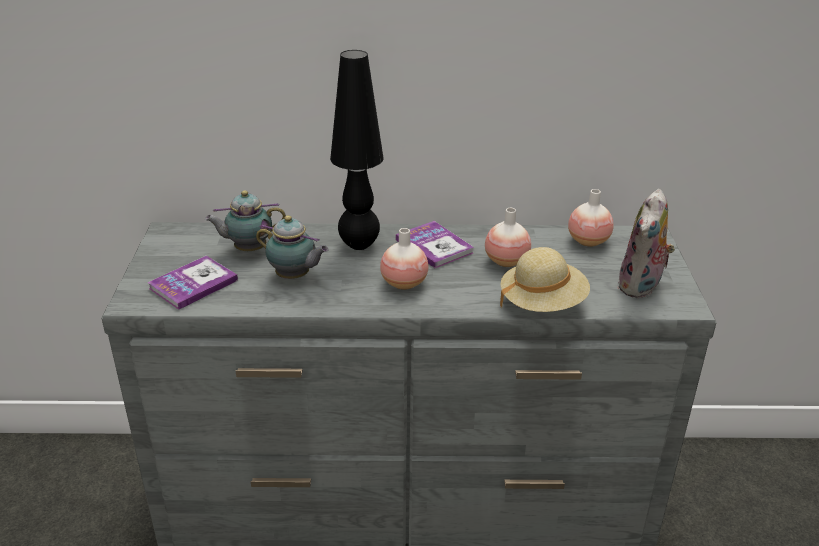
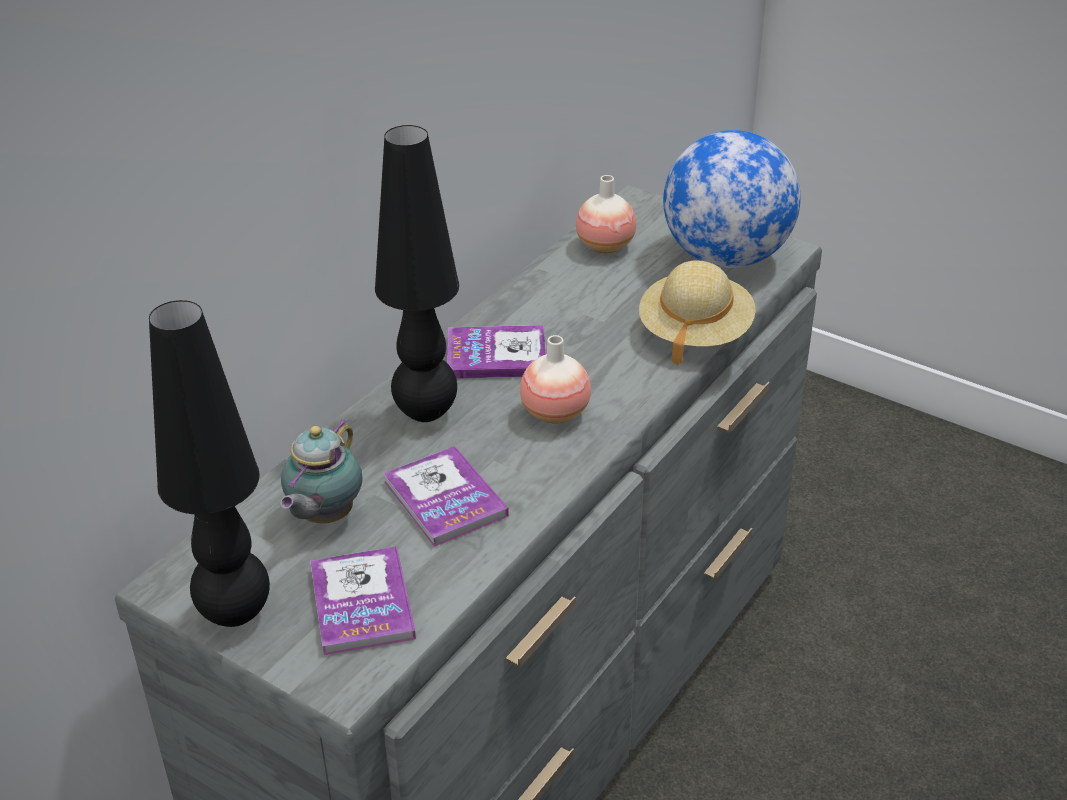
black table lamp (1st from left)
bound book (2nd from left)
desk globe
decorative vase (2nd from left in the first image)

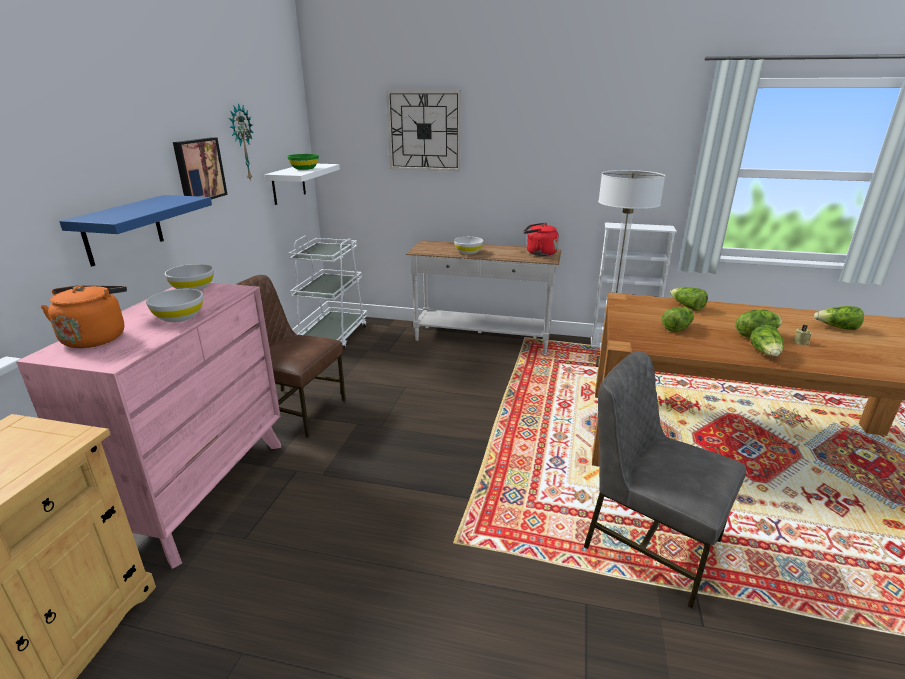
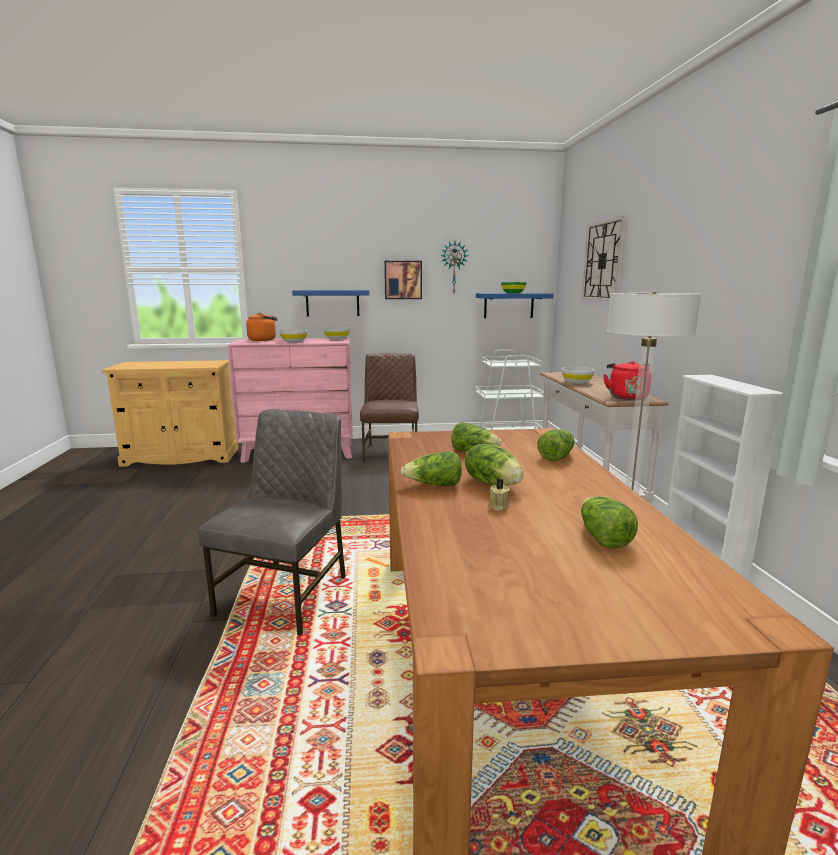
bluish shelf (2nd from left)

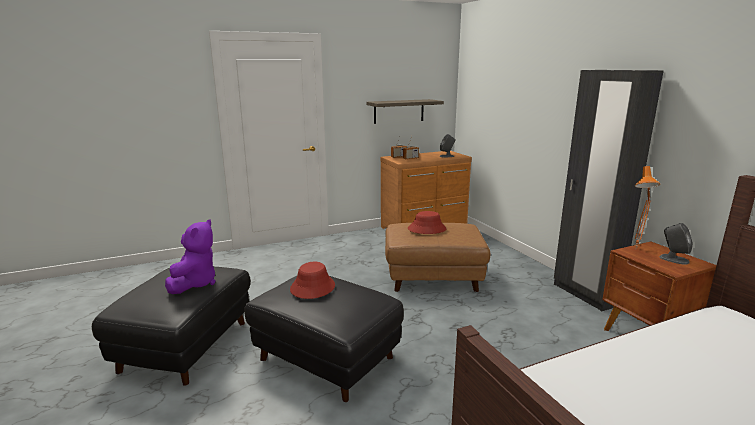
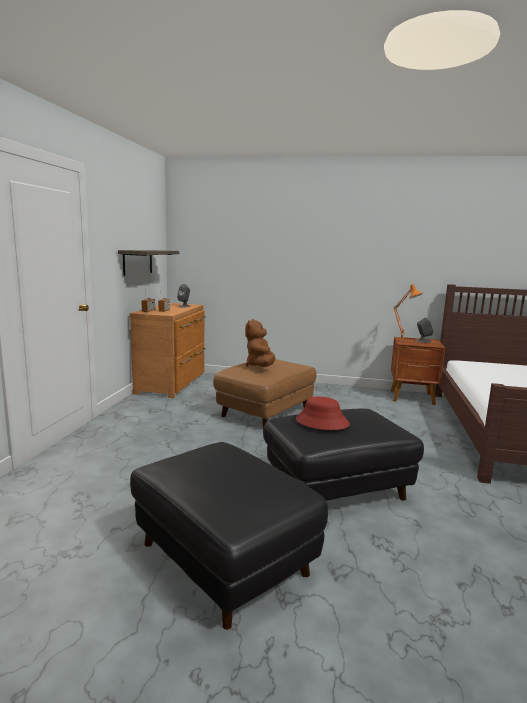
brownish soft toy
purplish soft toy
black wardrobe

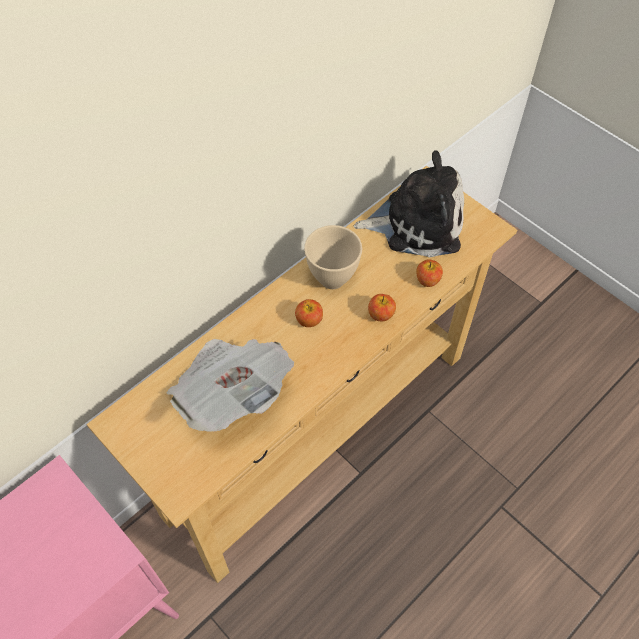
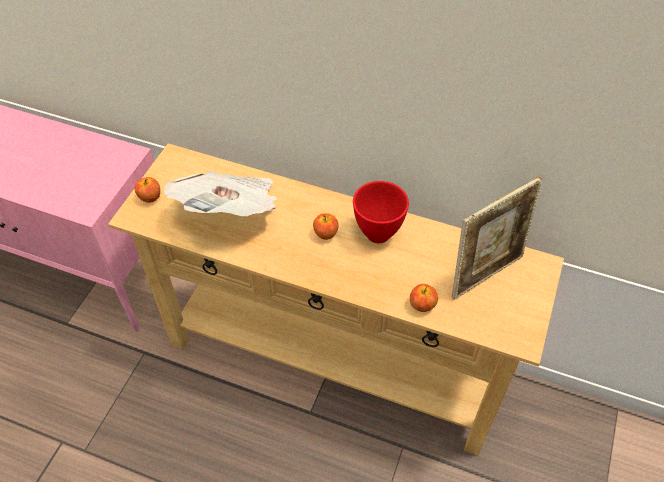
apple fruit (1st from left)
red-coloured bowl
photo frame

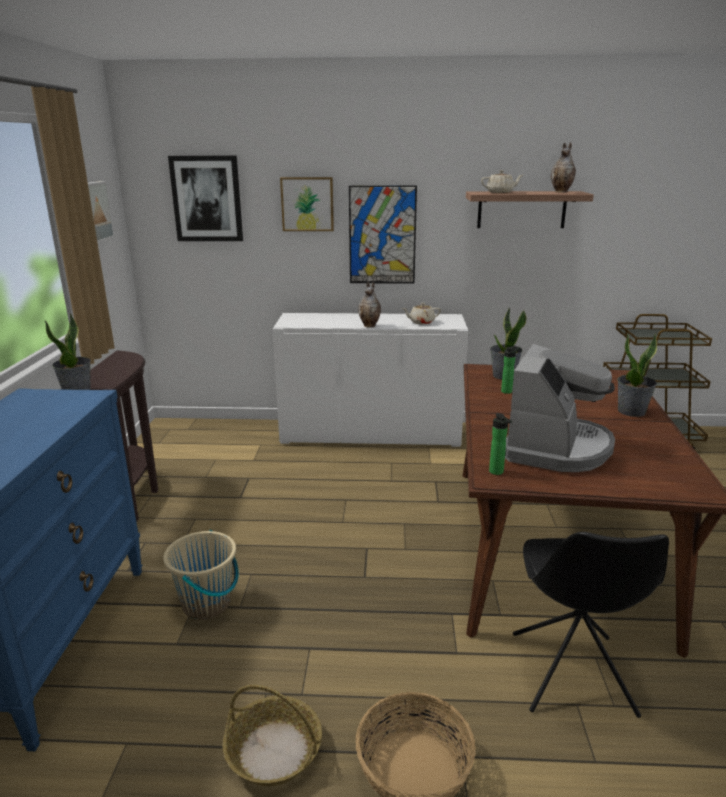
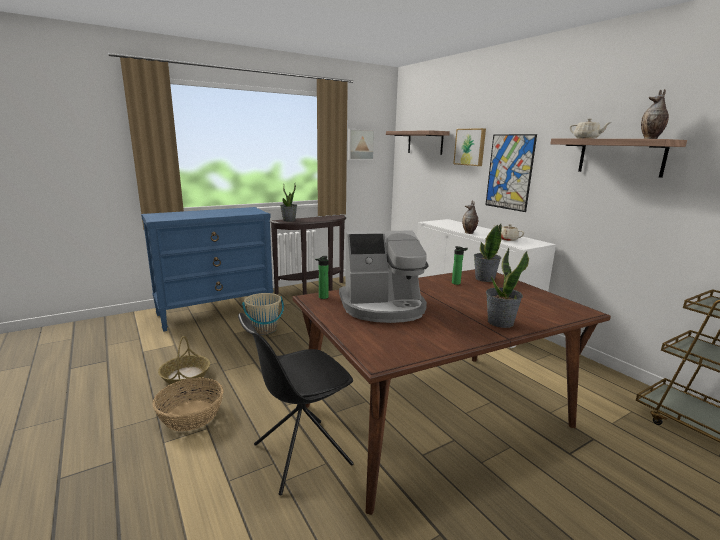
shelf (1st from left)

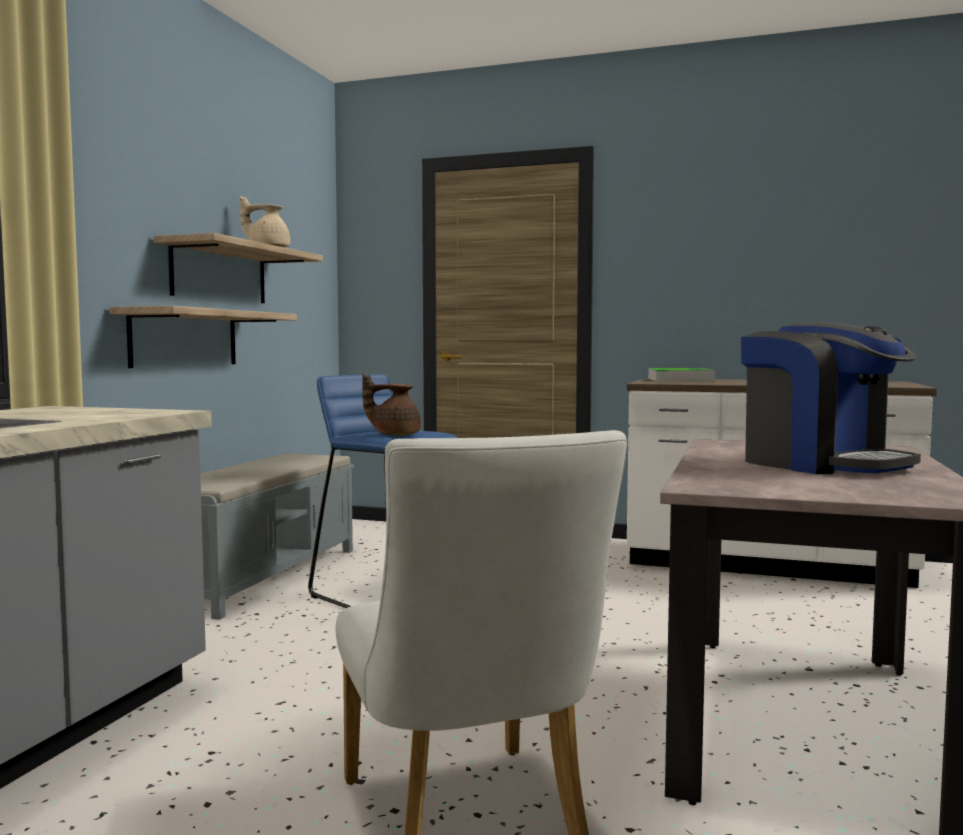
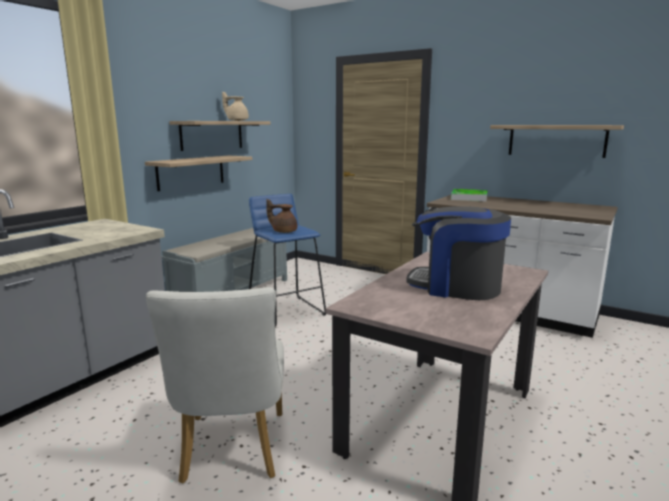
coffee brewer
shelf (3rd from left)

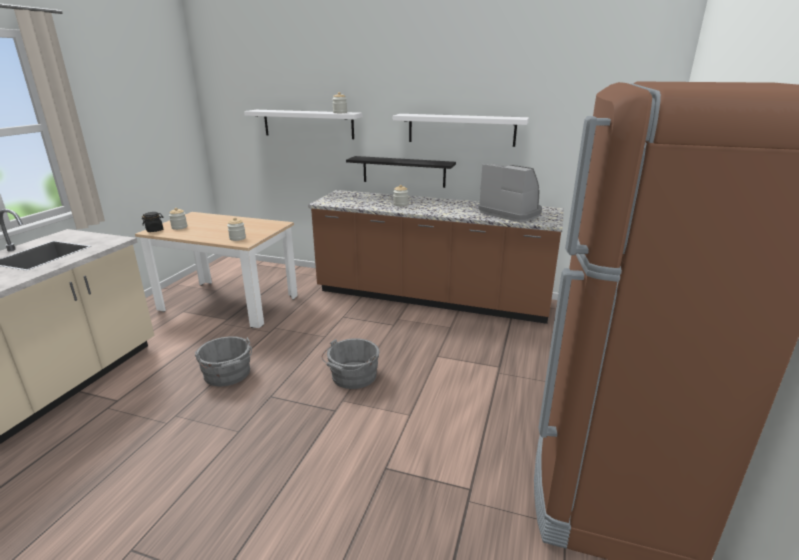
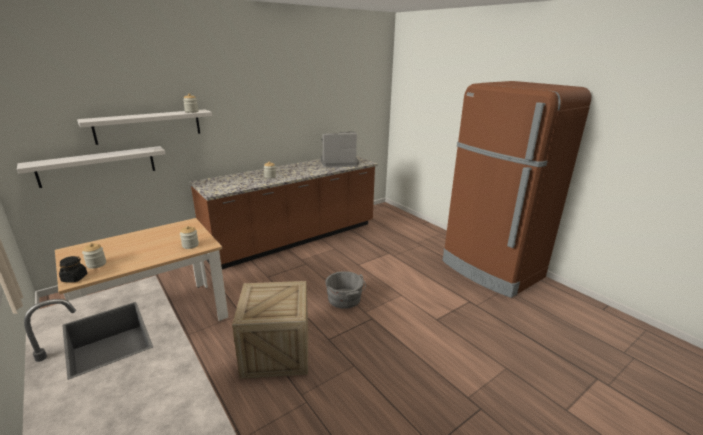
whitish shelf (1st from left)
crate
black shelf

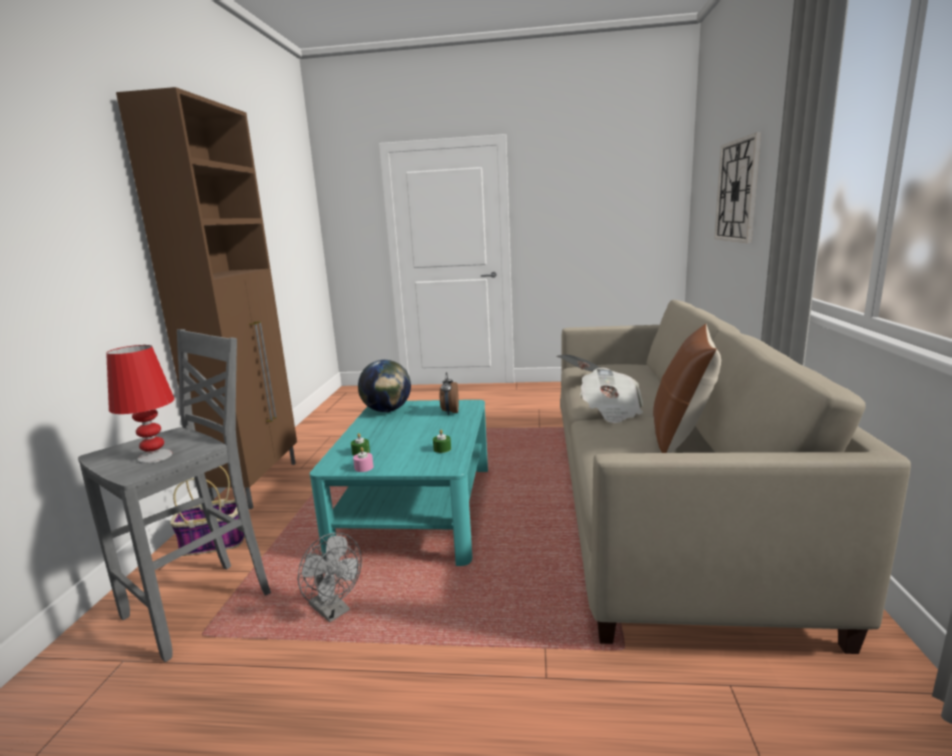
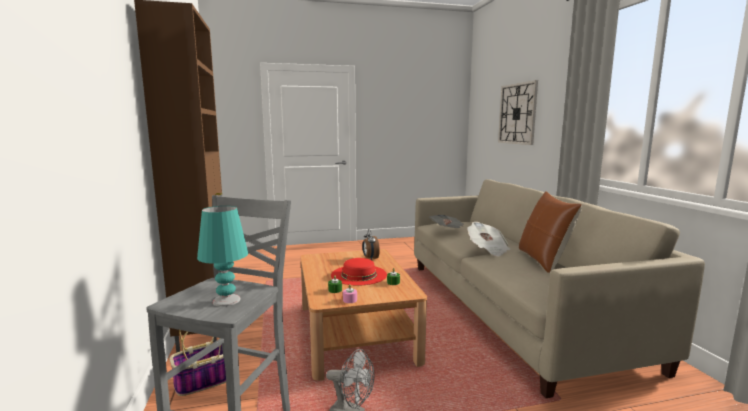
turquoise-coloured table lamp
brownish low table
red-coloured wearable hat
desk globe

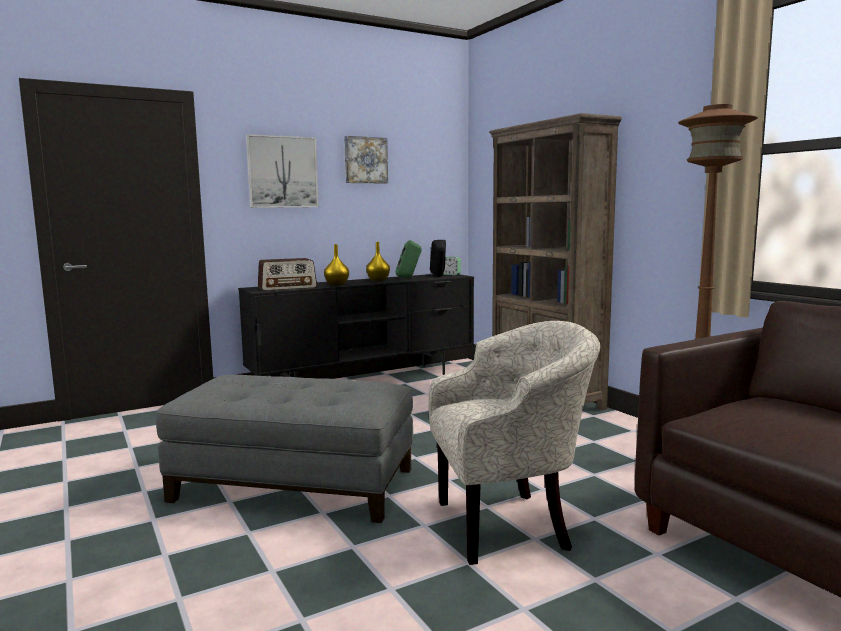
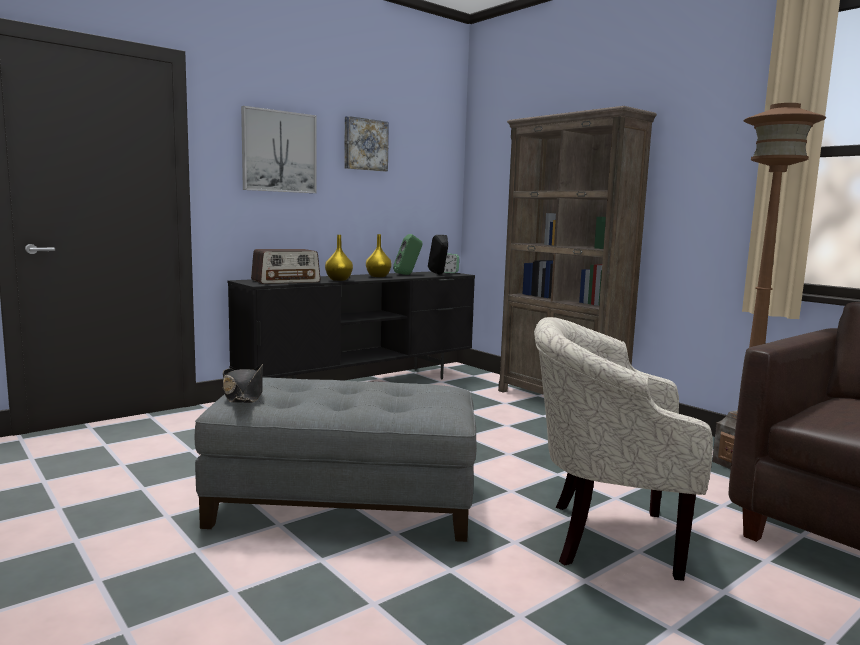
black wearable hat
sand-coloured easy chair

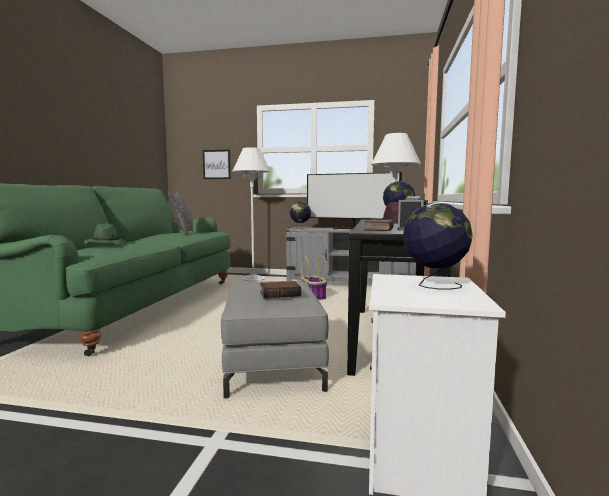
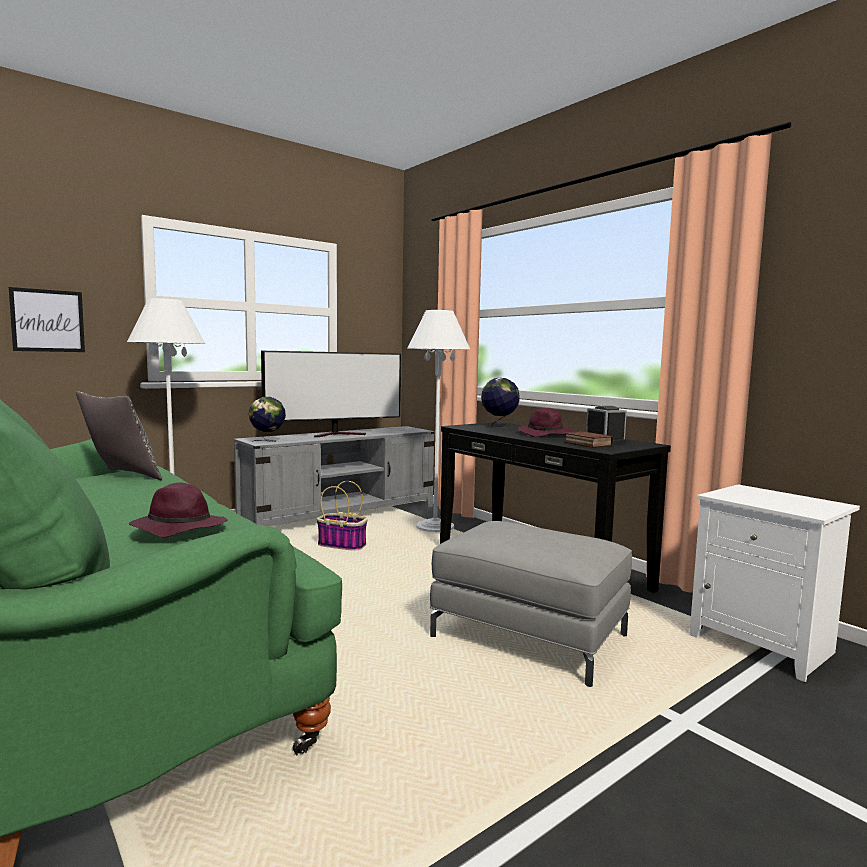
purplish wearable hat (1st from left)
bound book (1st from left in the first image)
desk globe (3rd from left in the first image)

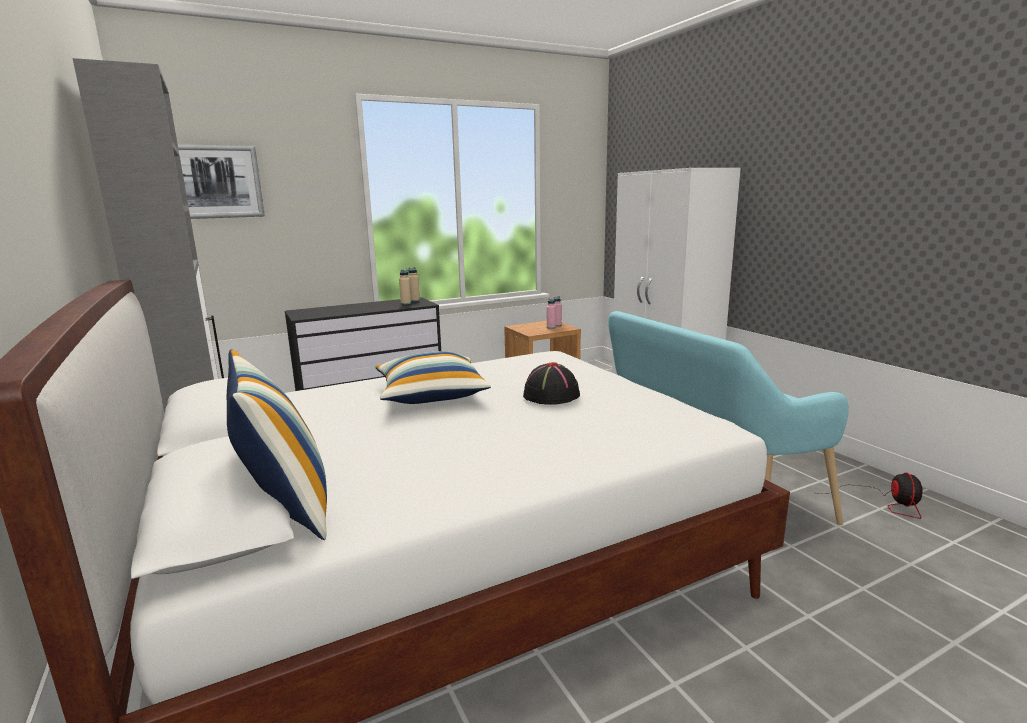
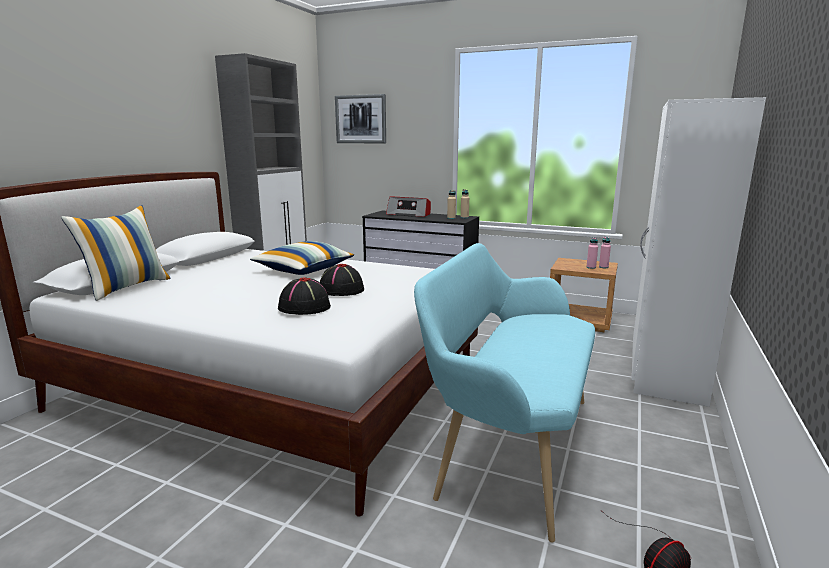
black wearable hat (1st from left)
radio set

